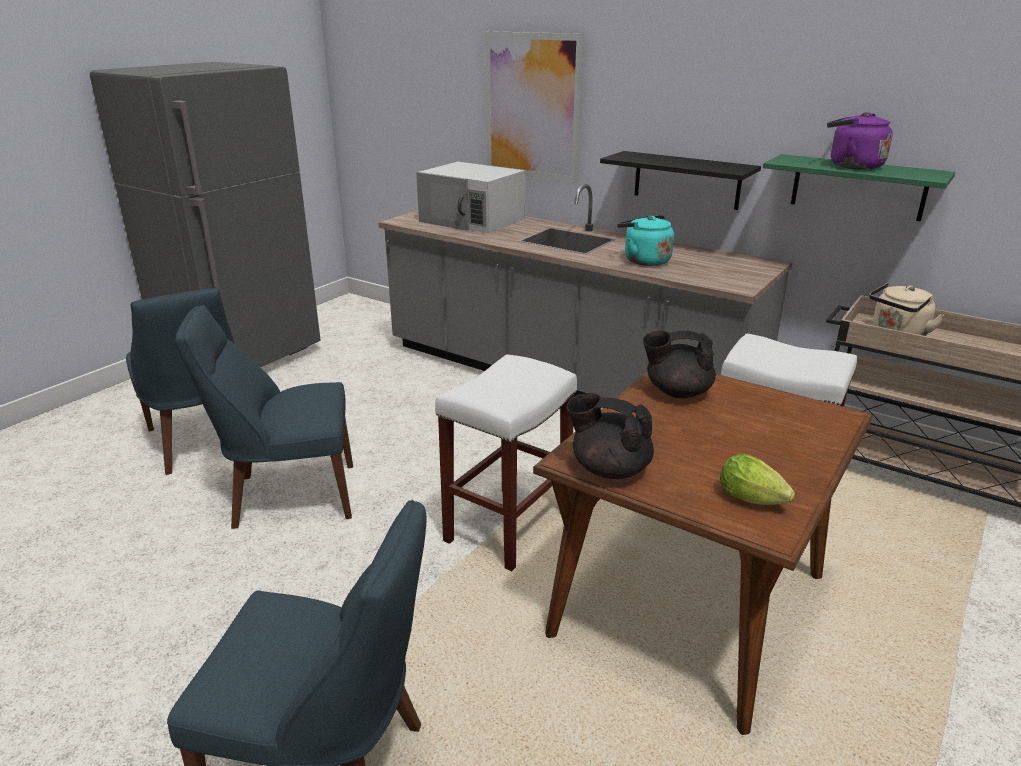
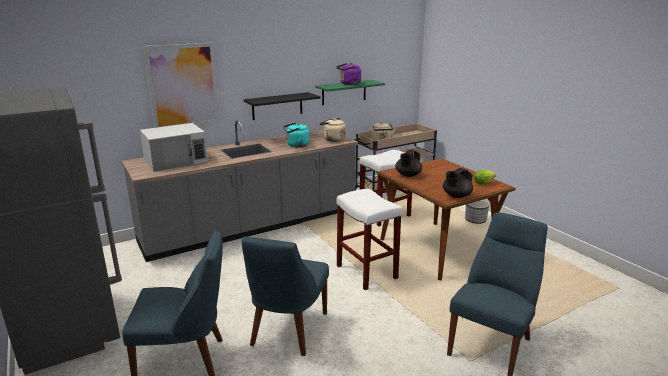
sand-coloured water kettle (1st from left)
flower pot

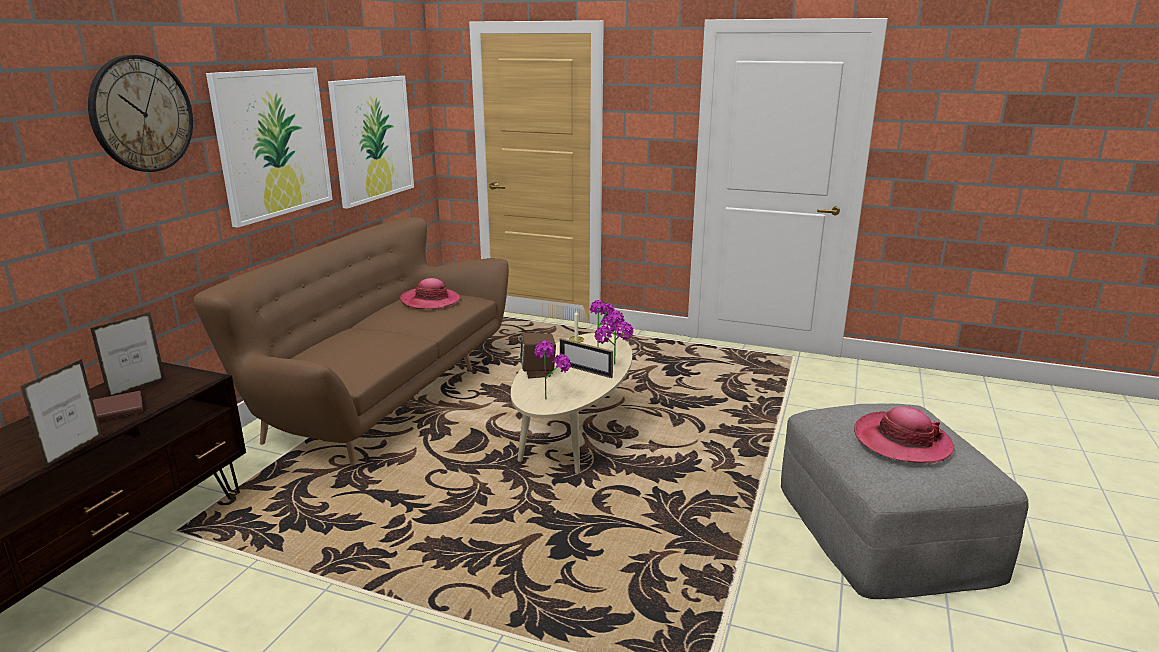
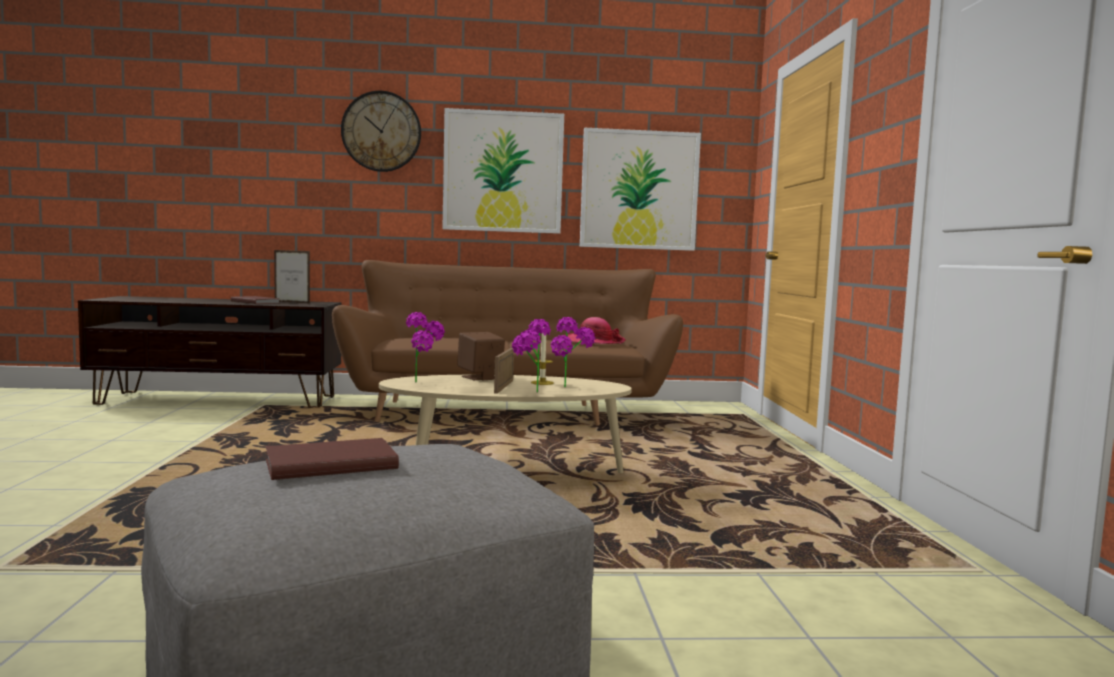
brownish bound book (2nd from left)
photo frame (1st from left in the first image)

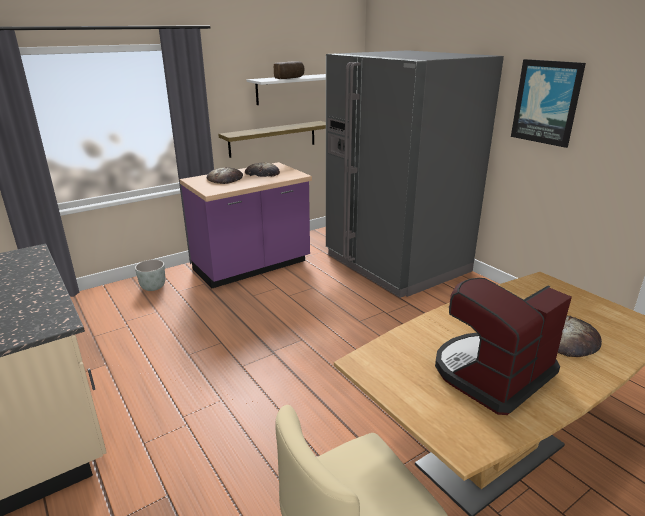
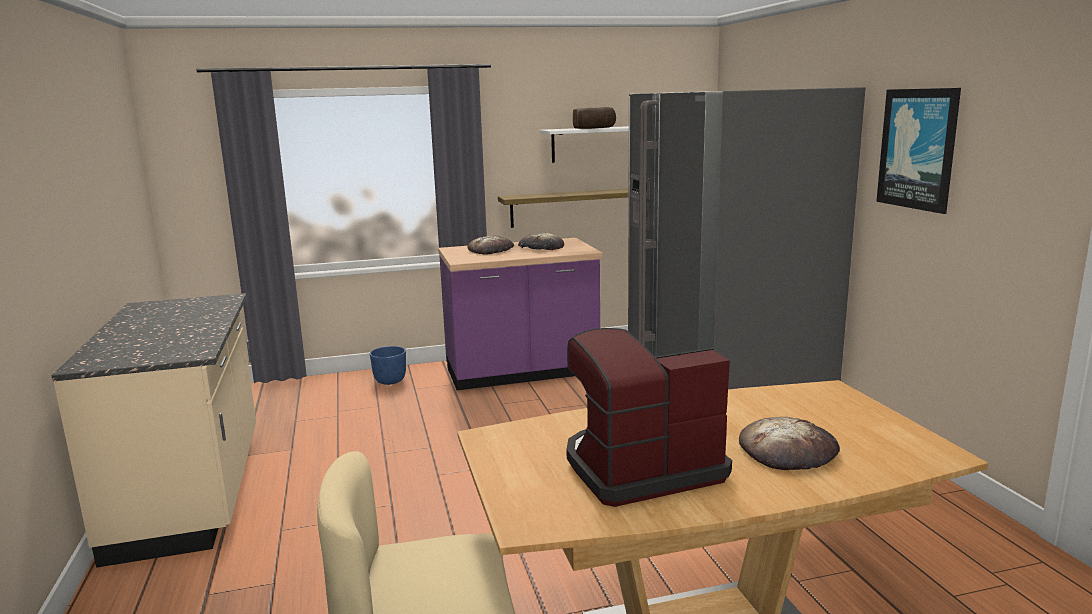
bluish flower pot

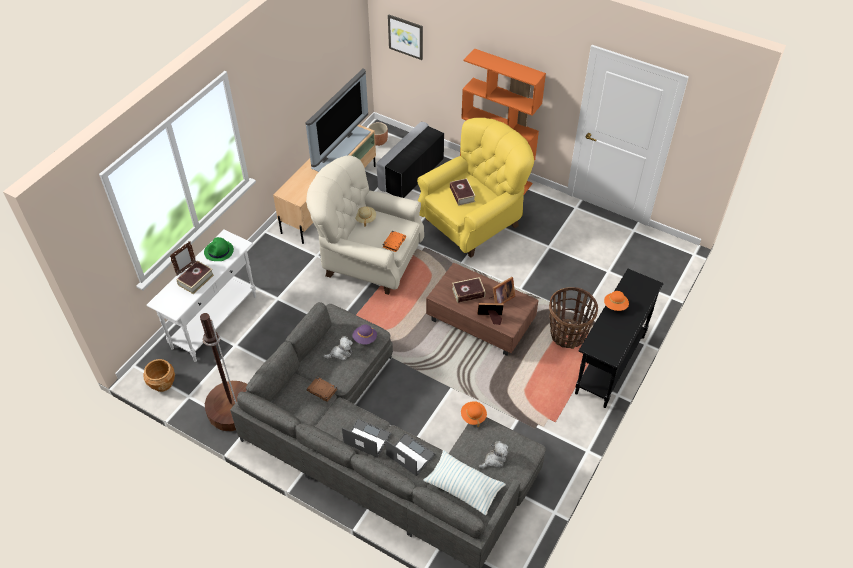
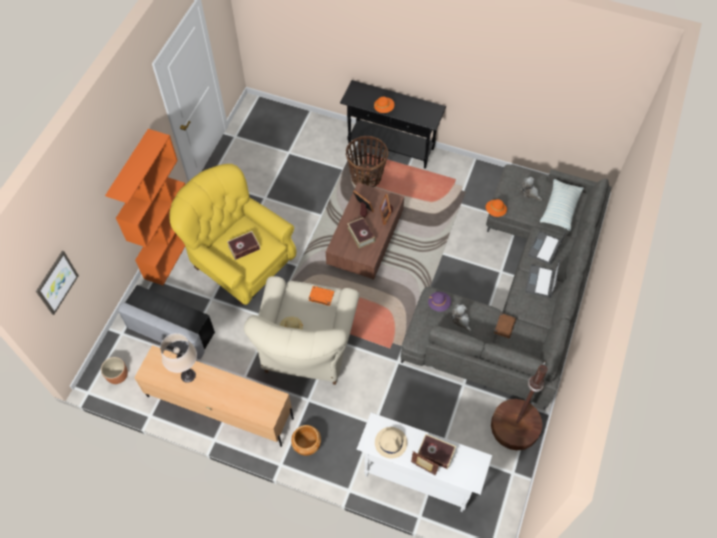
sand-coloured table lamp
brownish flower pot (2nd from left)
sand-coloured wearable hat (2nd from left)

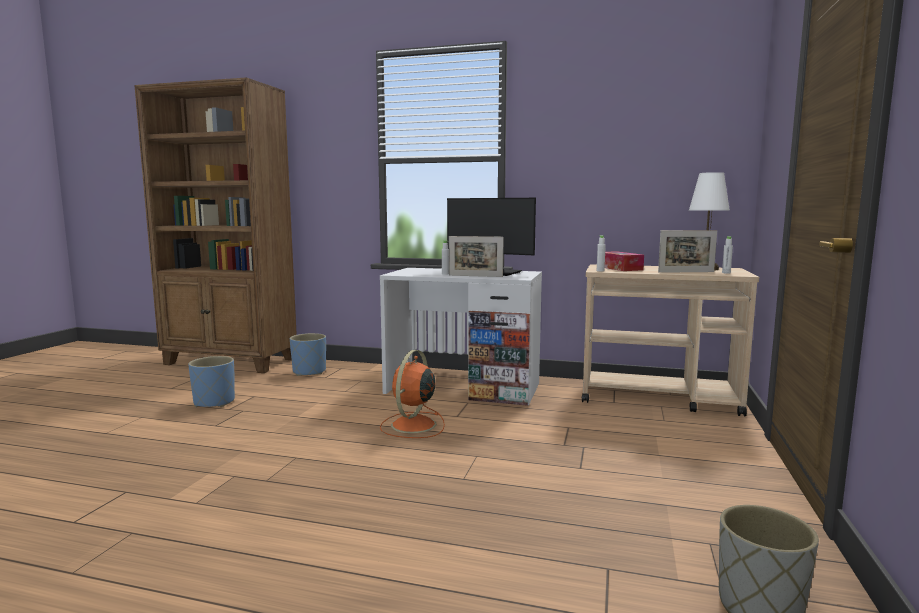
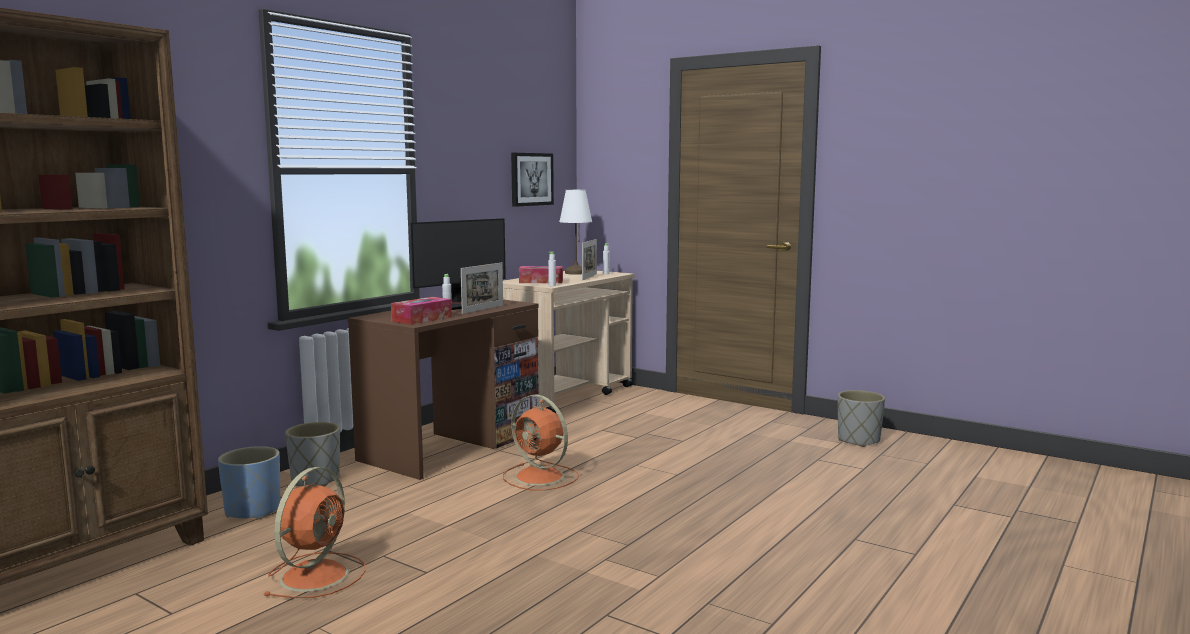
orangey electric fan (1st from left)
greyish flower pot (1st from left)
brownish desk
tissue box (1st from left)
wall art

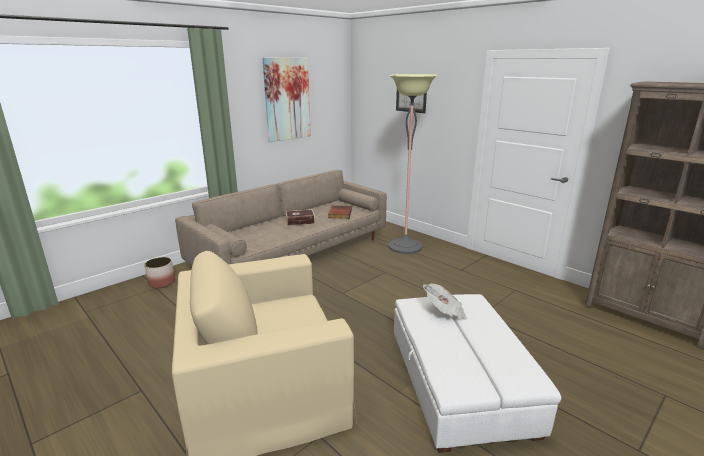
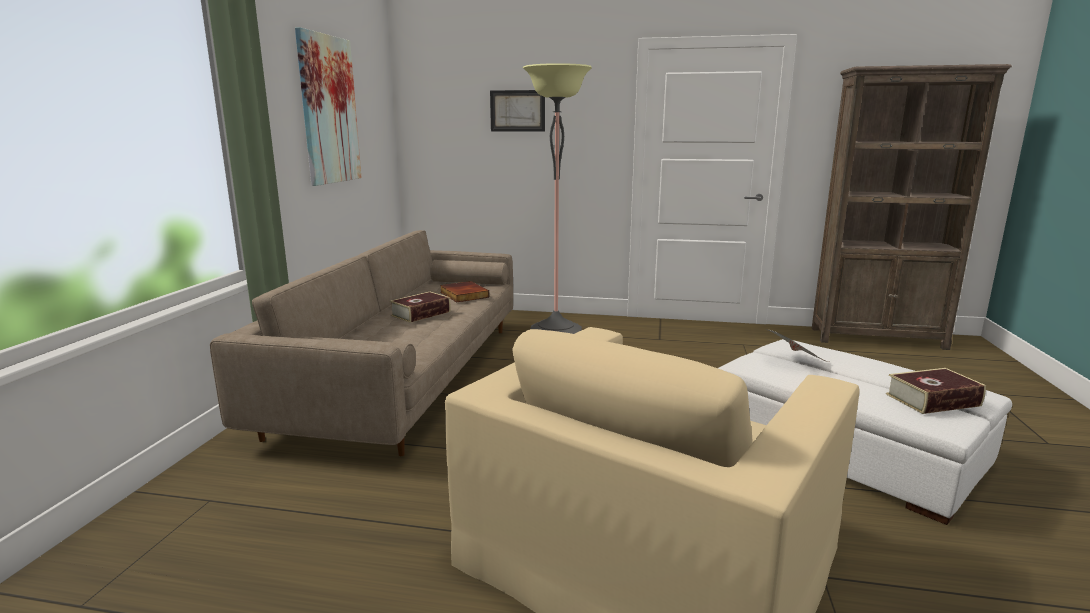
bound book (3rd from left)
flower pot

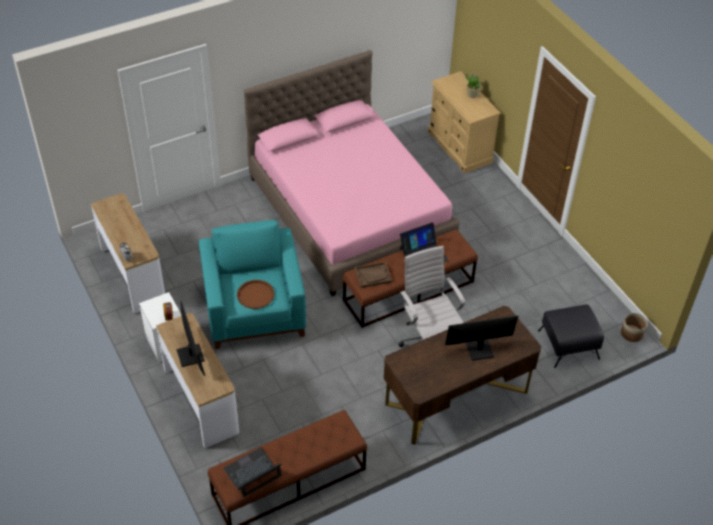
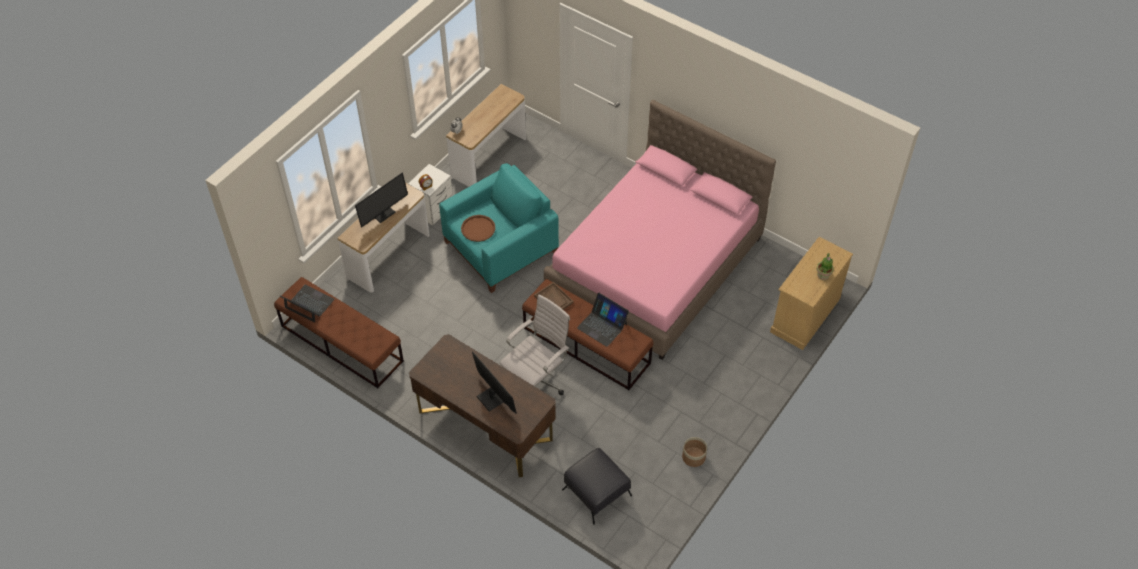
flower pot

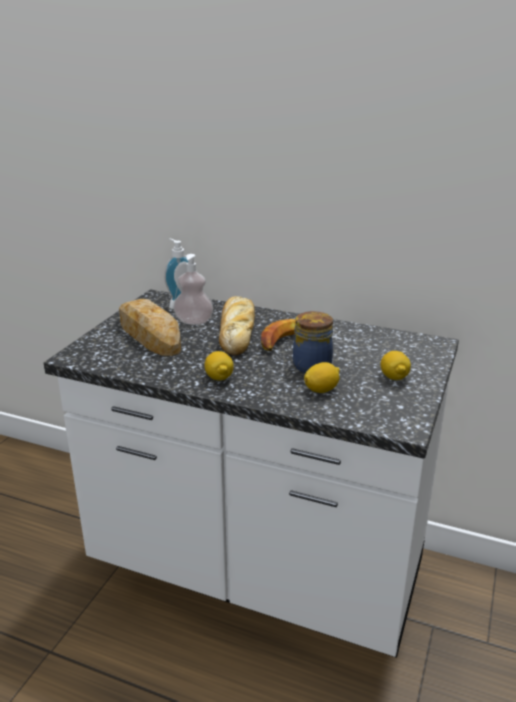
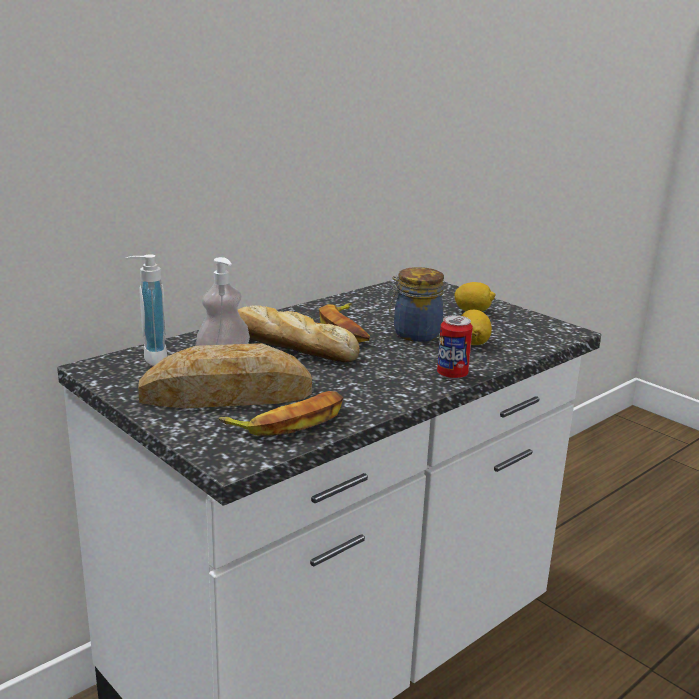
banana (1st from left)
metal can
whole lemon (1st from left in the first image)

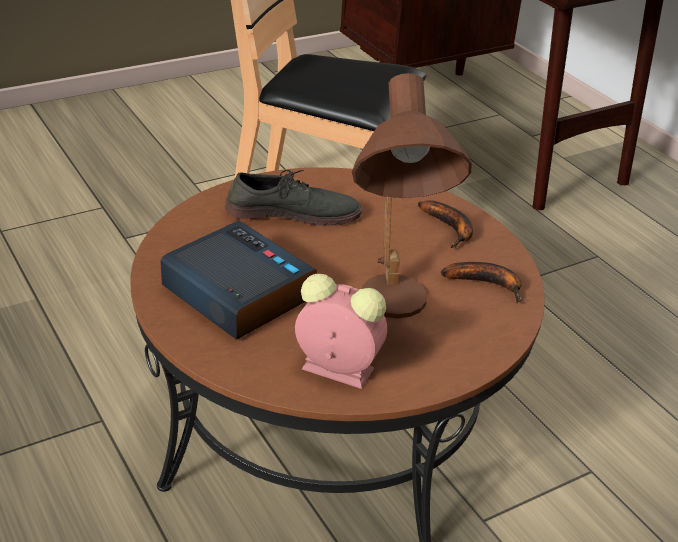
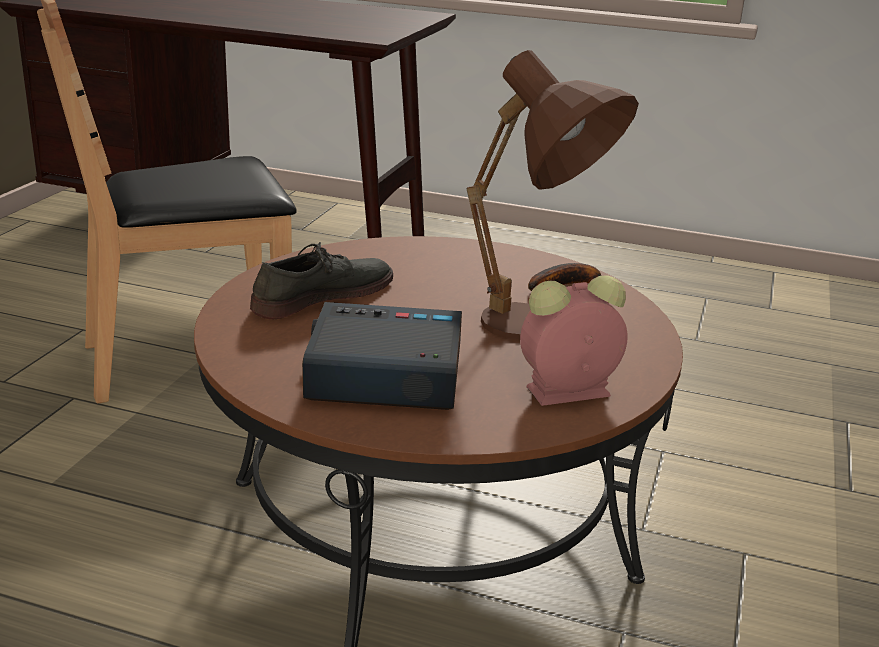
banana (1st from left in the first image)

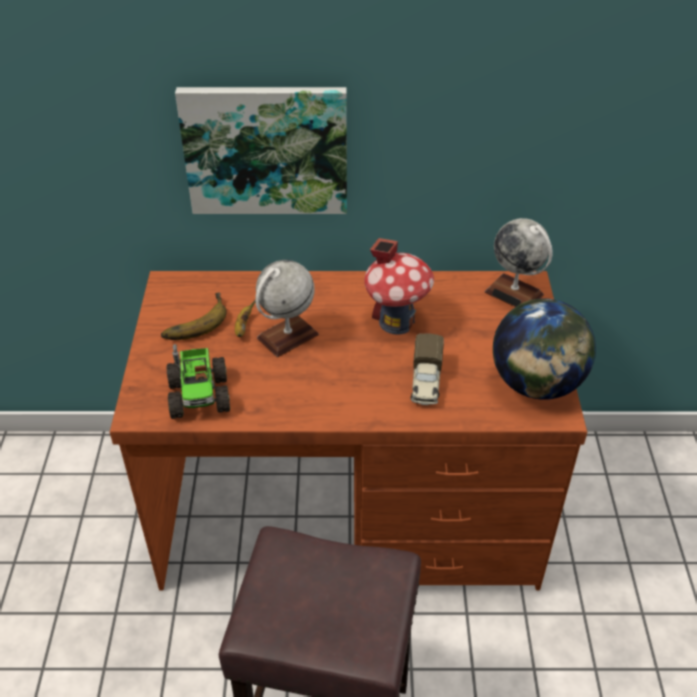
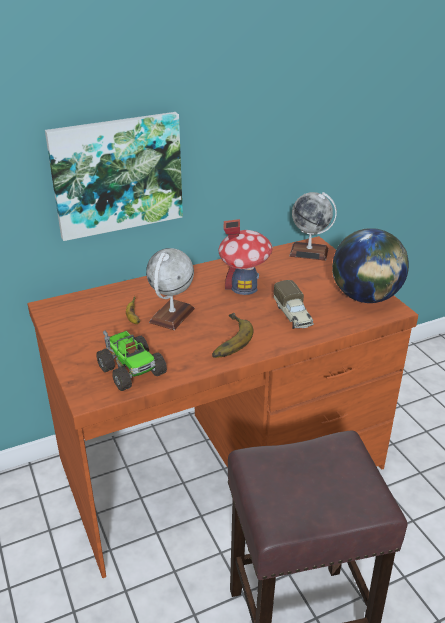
banana (2nd from left)

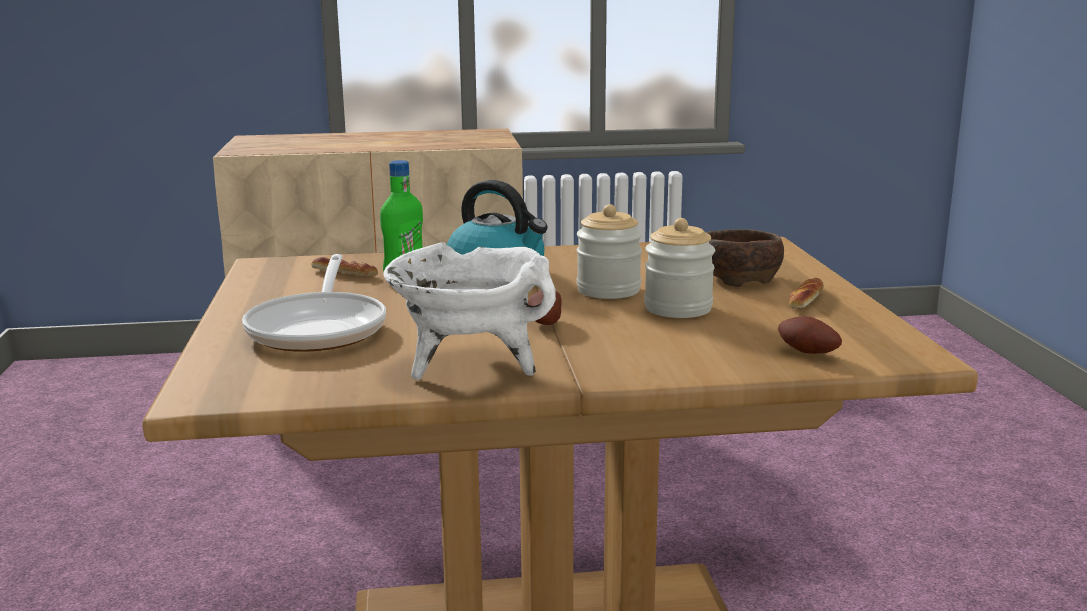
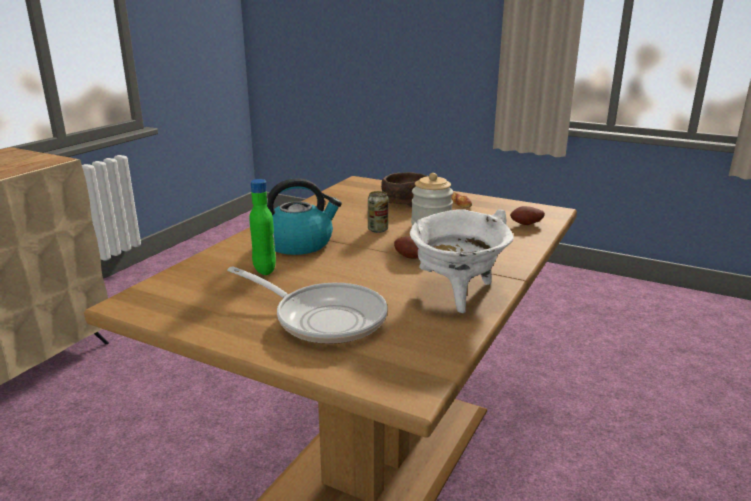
metal can
bread (1st from left in the first image)

